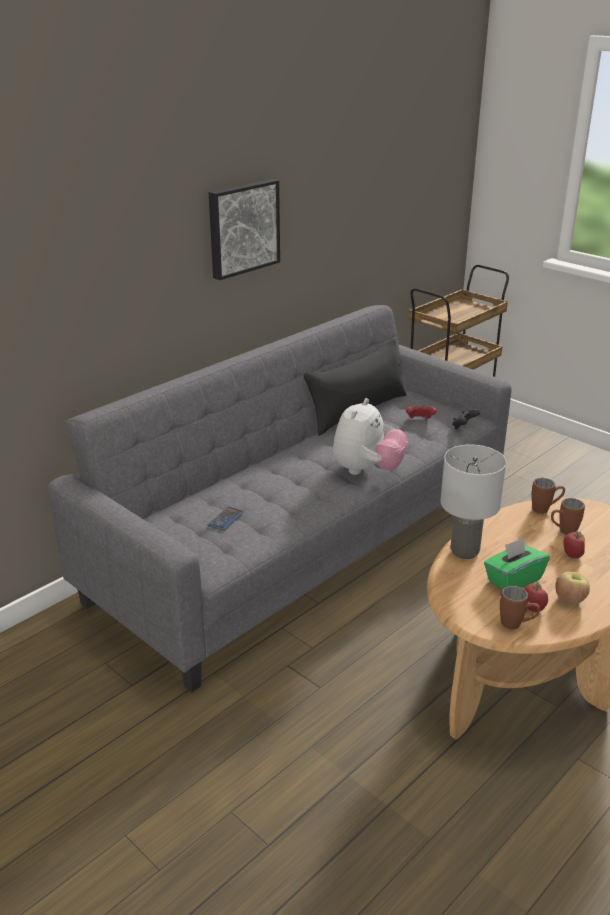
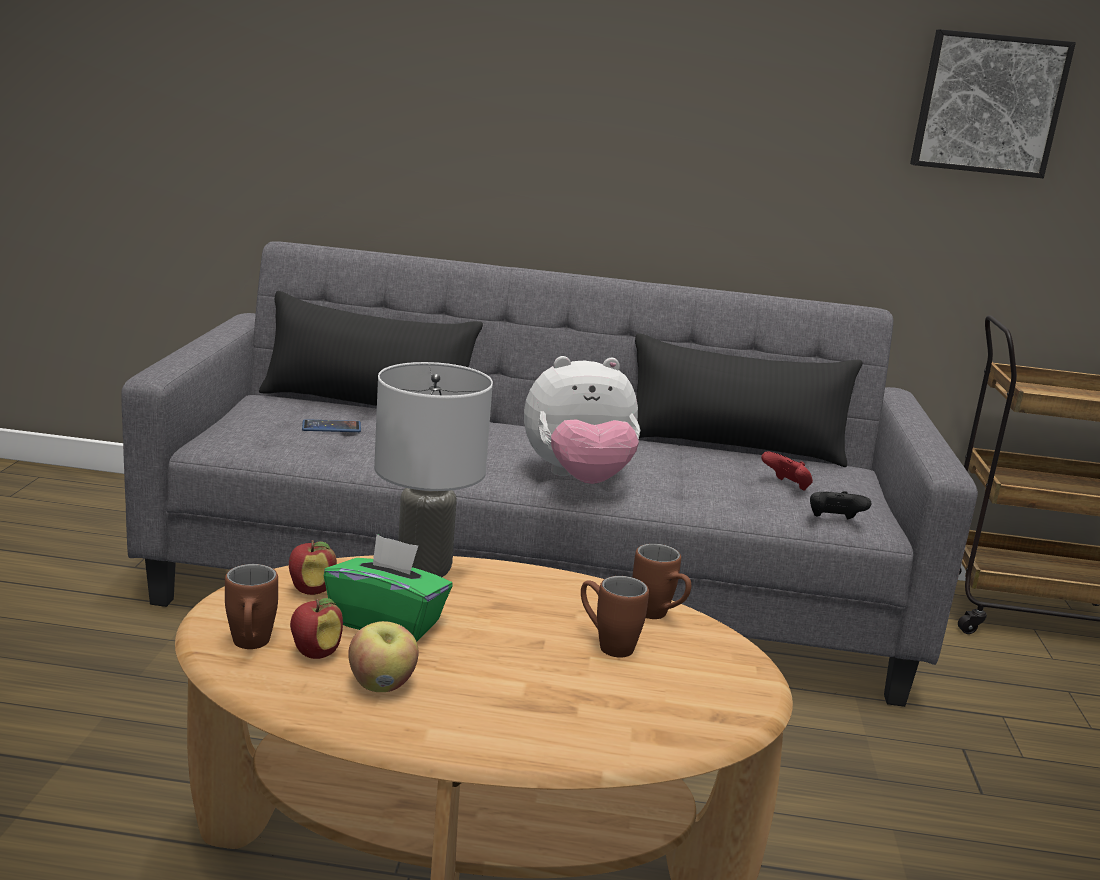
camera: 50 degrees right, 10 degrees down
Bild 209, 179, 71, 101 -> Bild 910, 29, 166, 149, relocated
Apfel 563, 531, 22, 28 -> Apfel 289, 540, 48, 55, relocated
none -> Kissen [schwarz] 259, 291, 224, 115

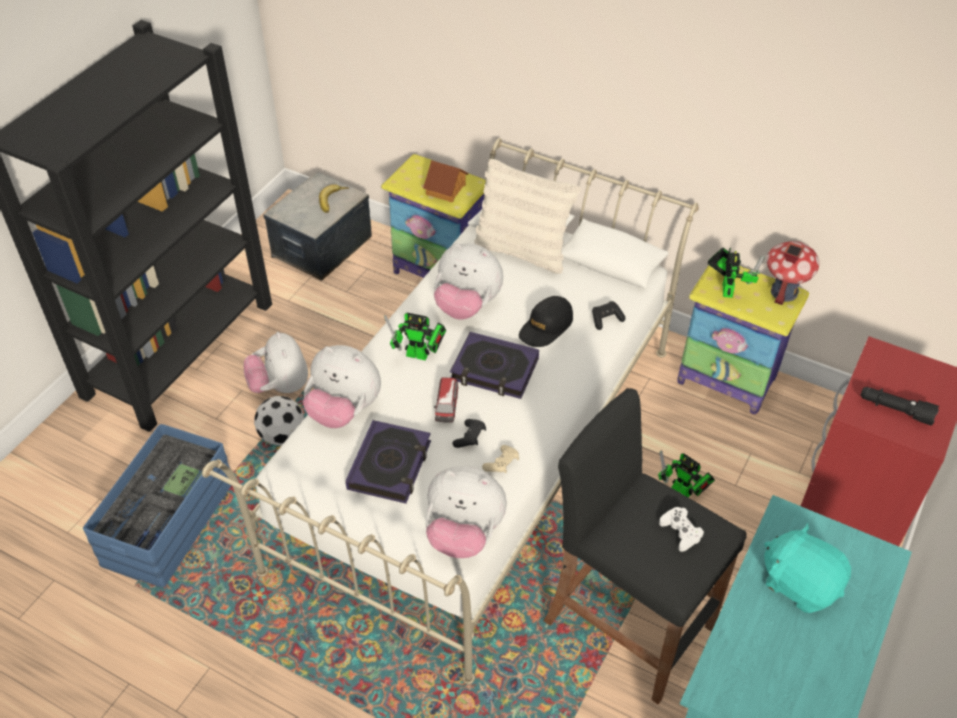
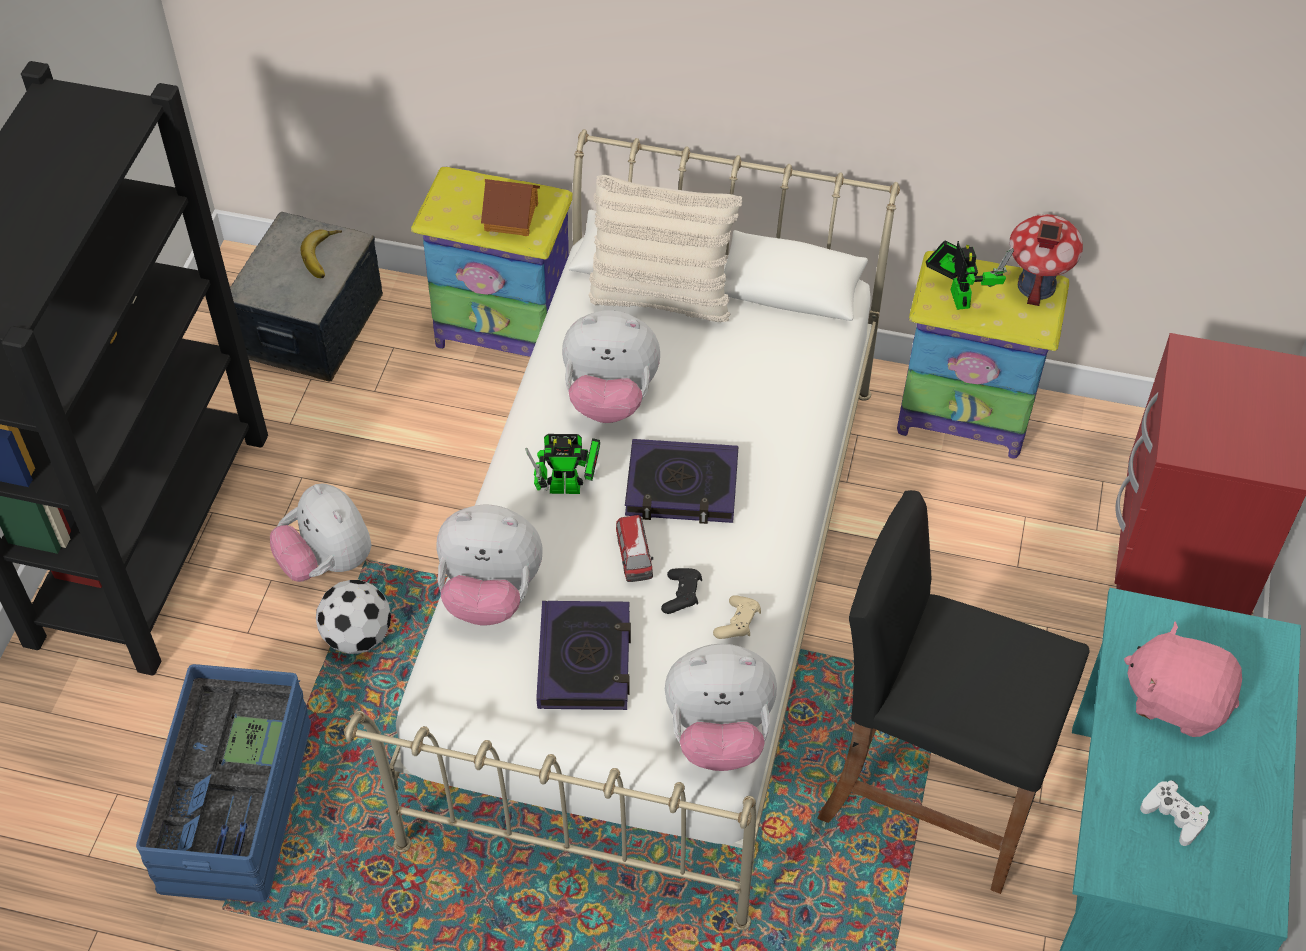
camera: 15 degrees left, 5 degrees up
Kappe [schwarz] 519, 296, 54, 51 -> none
Gamepad [schwarz] 592, 301, 33, 29 -> none
Taschenlampe [schwarz] 860, 387, 79, 38 -> none
Spielzeugroboter 658, 450, 57, 47 -> none
Gamepad [weiß] 659, 507, 45, 45 -> Gamepad [weiß] 1140, 780, 70, 66, relocated
Plüschtier [türkis] 764, 523, 87, 90 -> Plüschtier [rosa] 1124, 621, 118, 116

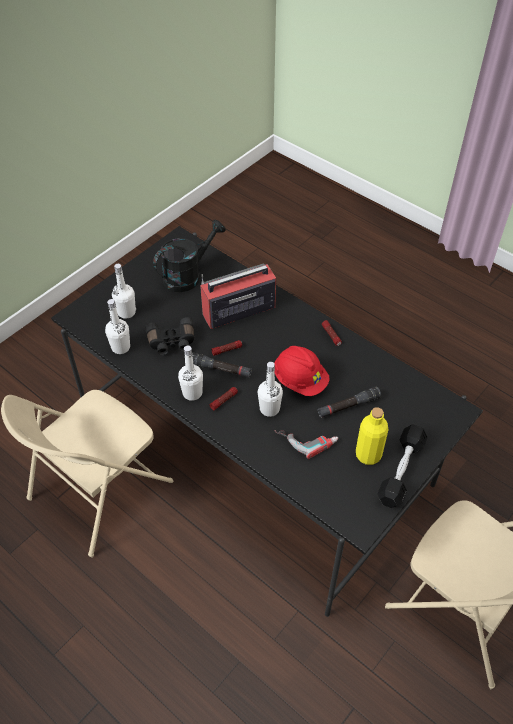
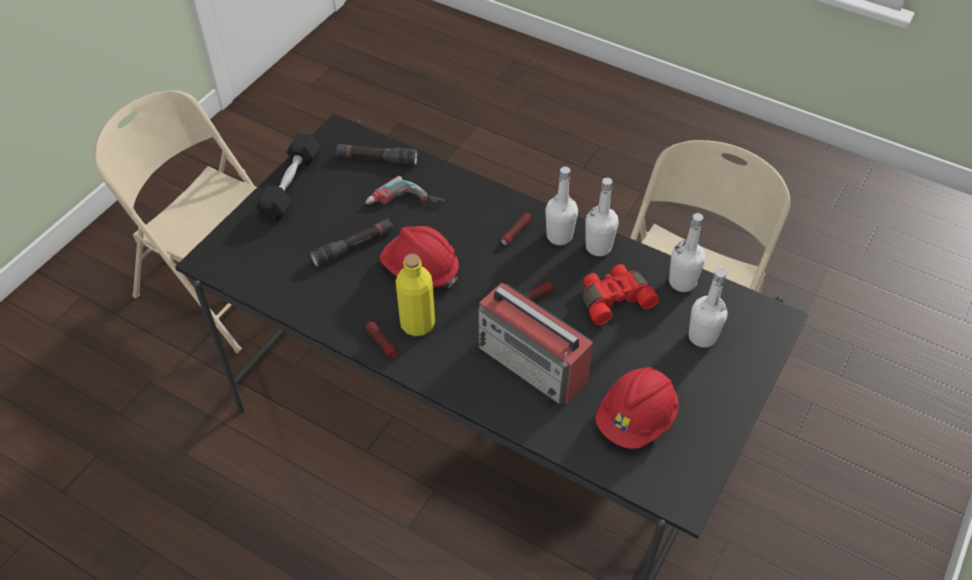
camera: 170 degrees right, 0 degrees up
Gießkanne [schwarz] 153, 220, 73, 72 -> Schutzhelm [rot] 595, 367, 83, 82
Radio 200, 264, 76, 65 -> Radio 478, 283, 115, 122, 75 degrees clockwise
Fernglas [schwarz] 145, 317, 49, 38 -> Fernglas [rot] 582, 264, 77, 61
Taschenlampe [schwarz] 192, 352, 60, 26 -> Taschenlampe [schwarz] 336, 144, 81, 21, relocated
Flasche [weiß] 258, 362, 25, 55 -> Flasche [weiß] 585, 177, 34, 79, relocated
Flasche [gelb] 356, 407, 32, 58 -> Flasche [gelb] 395, 254, 40, 82, relocated

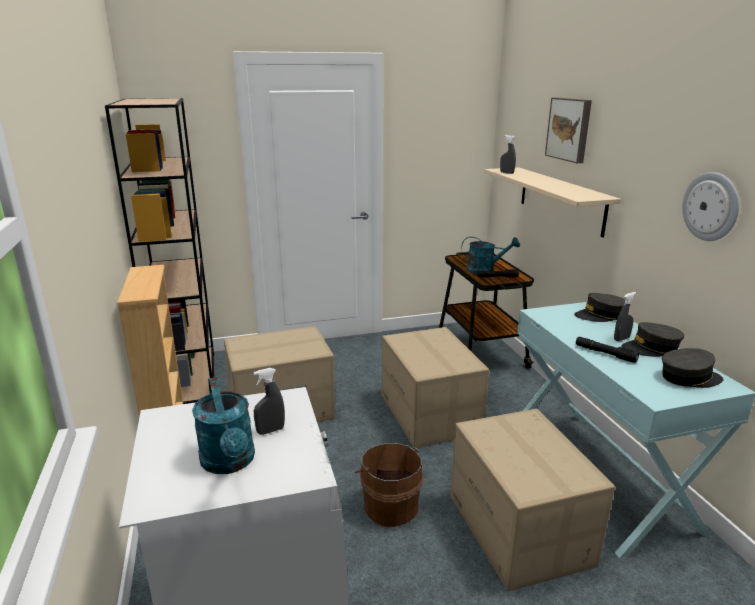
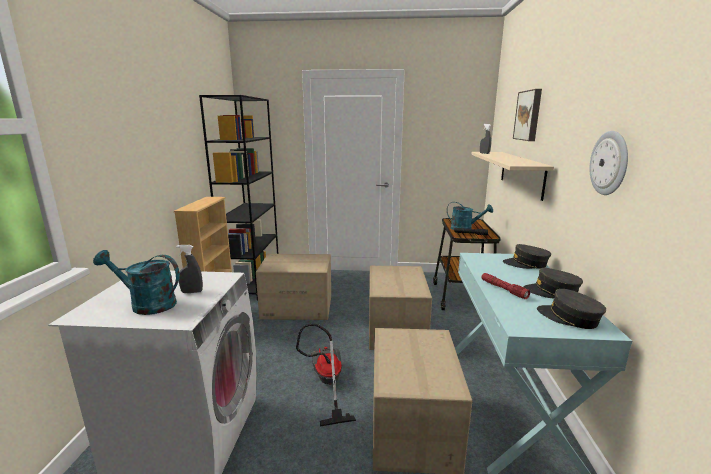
camera: 20 degrees right, 5 degrees down
Bücherregal [beige] 105, 98, 109, 306 -> Bücherregal [schwarz] 199, 95, 80, 206
Sprühflasche [grau] 614, 292, 22, 49 -> none
Taschenlampe [schwarz] 576, 337, 63, 26 -> Taschenlampe [rot] 481, 273, 49, 26
Kappe [grau] 662, 348, 61, 40 -> Kappe [grau] 537, 289, 69, 40, 150 degrees counterclockwise
Gießkanne [türkis] 192, 377, 63, 97 -> Gießkanne [türkis] 93, 250, 87, 65, 105 degrees clockwise
Eimer [braun] 355, 443, 68, 84 -> Staubsauger 296, 324, 60, 103

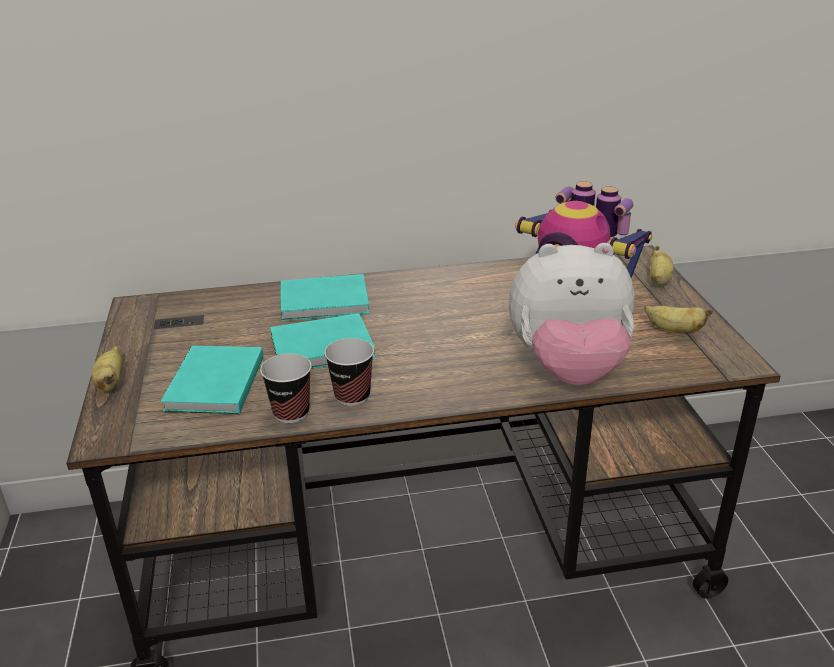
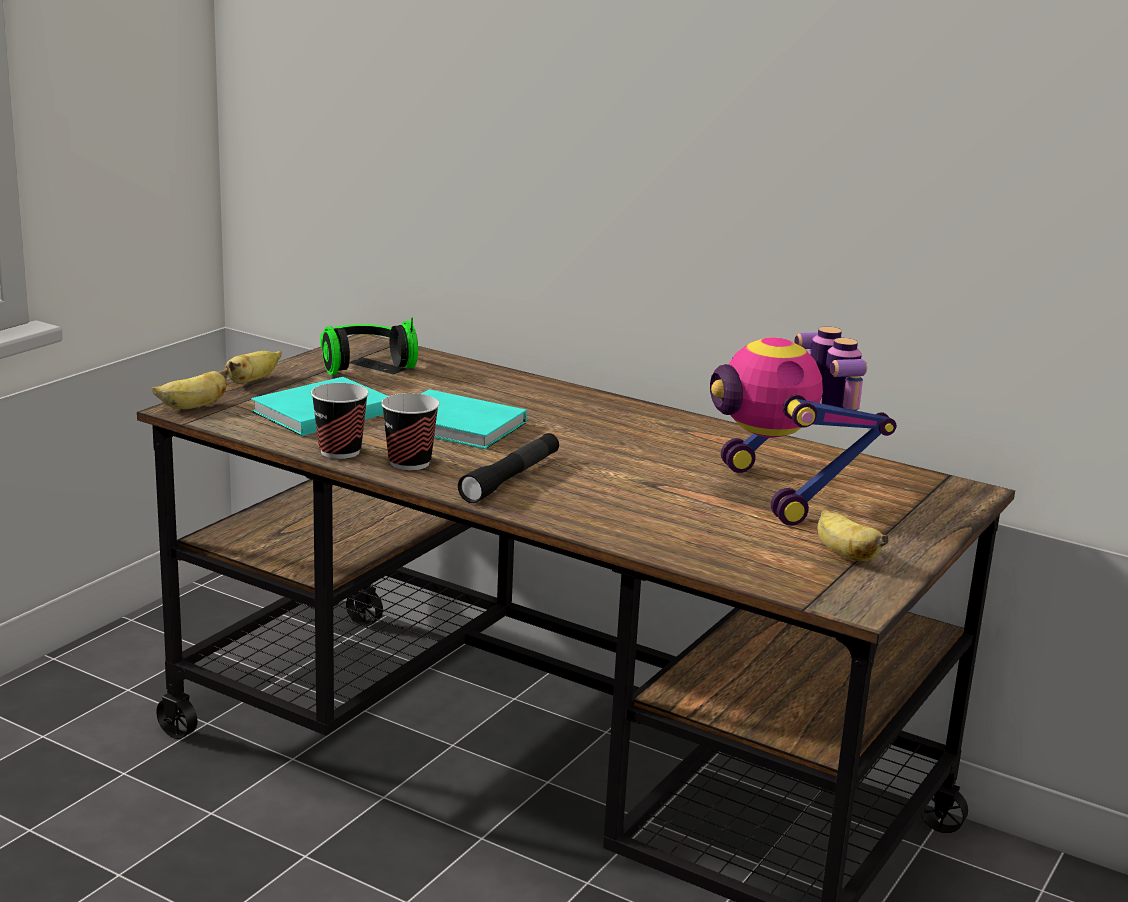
camera: 40 degrees right, 10 degrees down
Plüschtier 509, 243, 125, 142 -> none
Banane 650, 246, 23, 40 -> Banane 152, 368, 77, 41, relocated
Buch [türkis] 281, 274, 88, 47 -> none
none -> Kopfhörer 320, 317, 98, 58
none -> Taschenlampe [schwarz] 458, 433, 101, 70

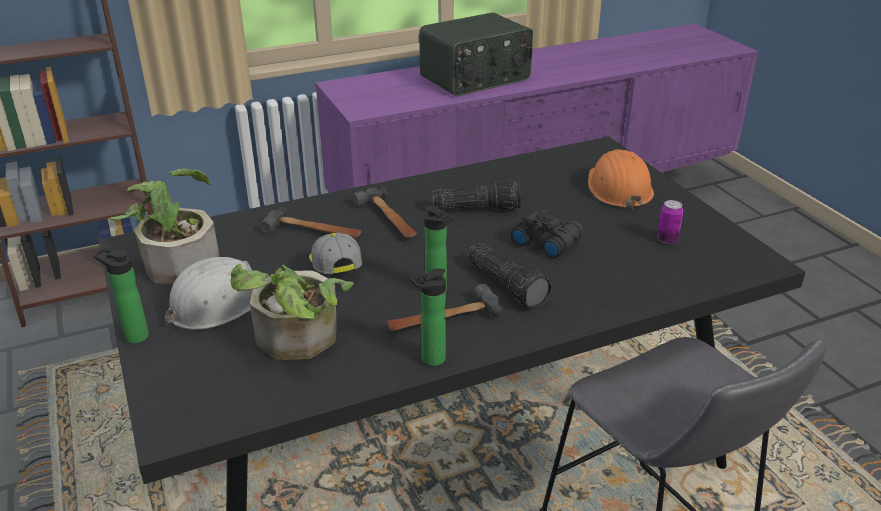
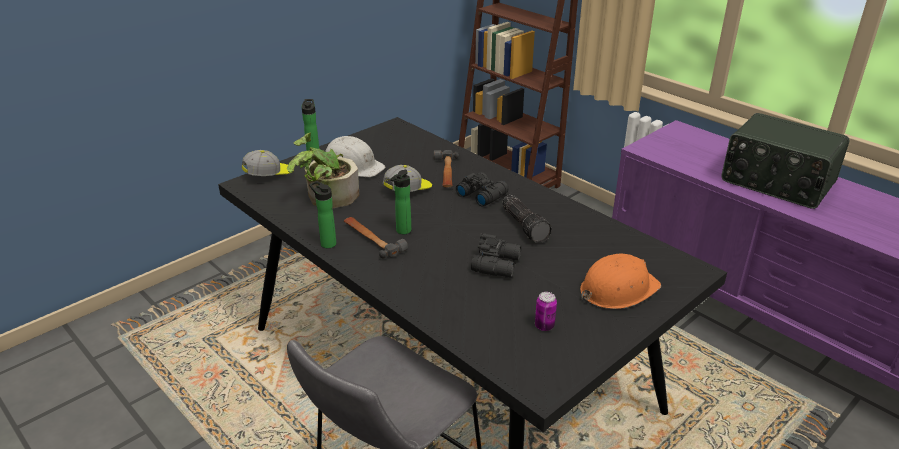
camera: 70 degrees right, 0 degrees up
Topfpflanze 109, 169, 111, 116 -> none
Hammer 353, 188, 64, 50 -> Fernglas [schwarz] 456, 172, 52, 34
Taschenlampe 469, 243, 83, 65 -> none
none -> Kappe 241, 150, 53, 26

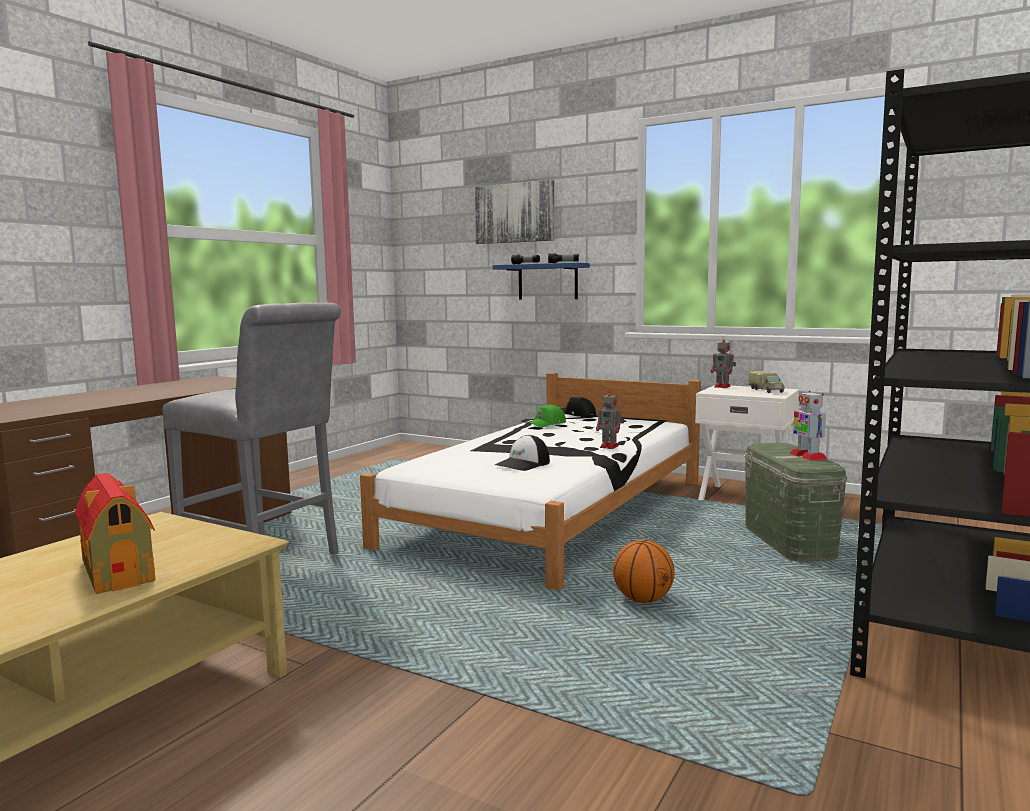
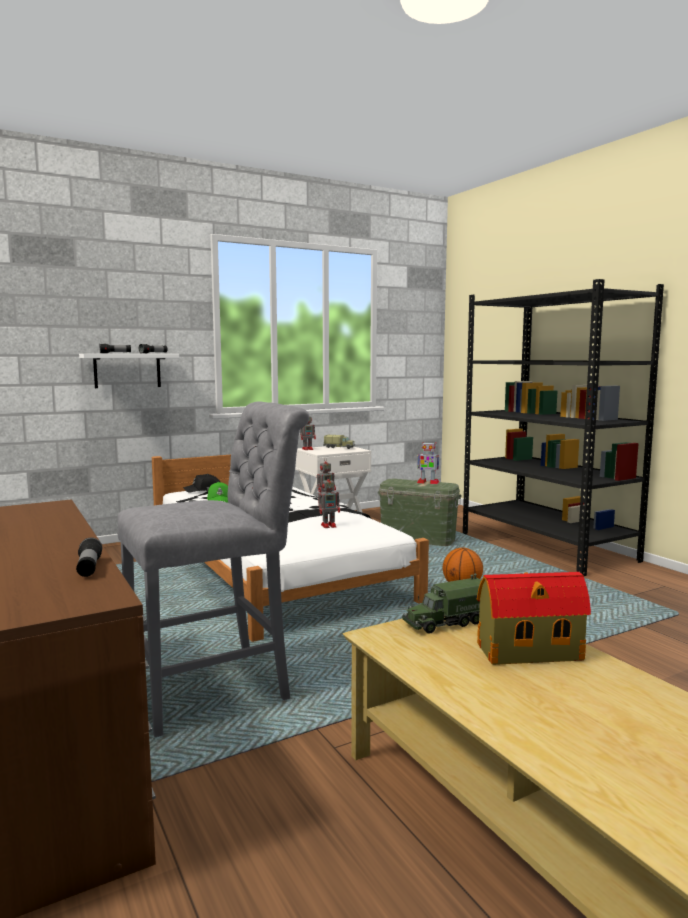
camera: 60 degrees left, 0 degrees up
Bild 475, 180, 80, 64 -> none
Wandregal [blau] 493, 262, 97, 38 -> Wandregal [weiß] 79, 354, 100, 34
Kappe 495, 435, 55, 36 -> Spielzeugroboter 318, 475, 22, 53
none -> Taschenlampe 76, 538, 26, 39
none -> Spielzeuglaster 402, 573, 79, 61

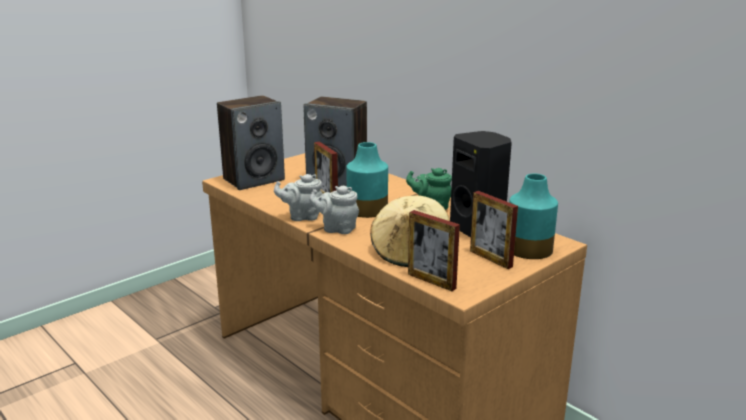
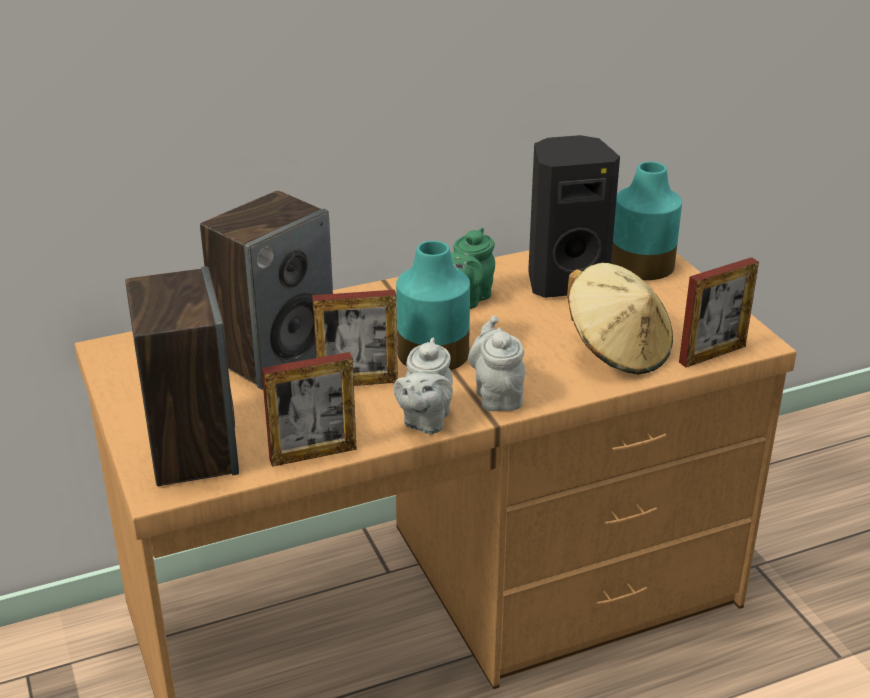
camera: 70 degrees left, 10 degrees up
Teekanne [grau] 309, 186, 50, 48 -> Teekanne [grau] 468, 316, 57, 95, 135 degrees clockwise
Bilderrahmen 470, 191, 48, 78 -> Bilderrahmen 261, 352, 96, 115, relocated

